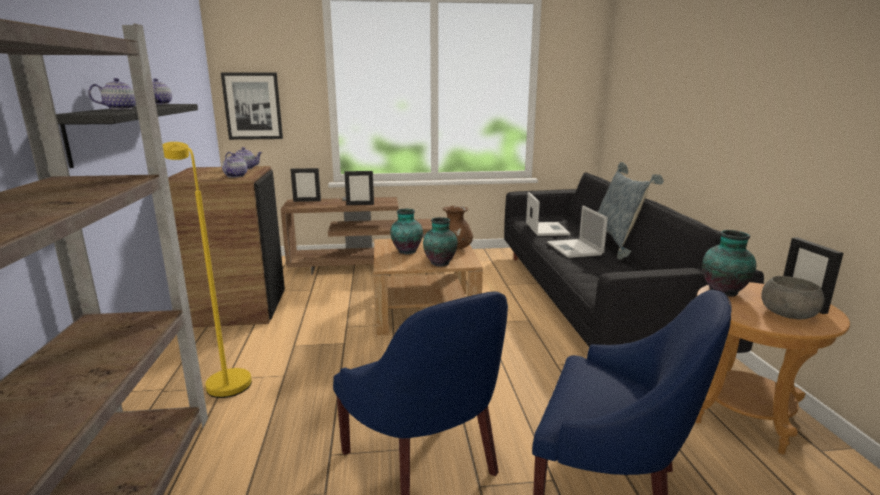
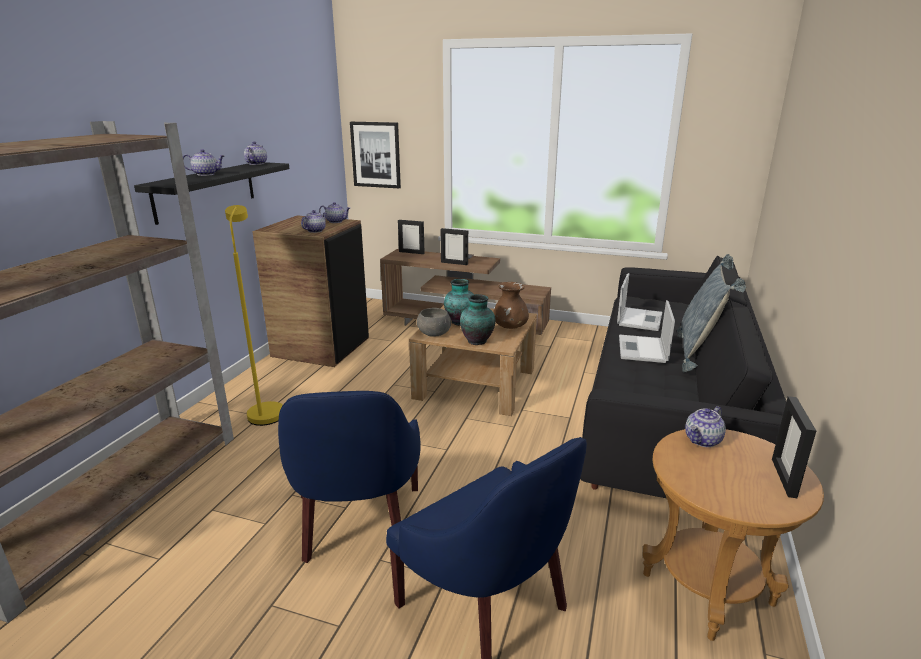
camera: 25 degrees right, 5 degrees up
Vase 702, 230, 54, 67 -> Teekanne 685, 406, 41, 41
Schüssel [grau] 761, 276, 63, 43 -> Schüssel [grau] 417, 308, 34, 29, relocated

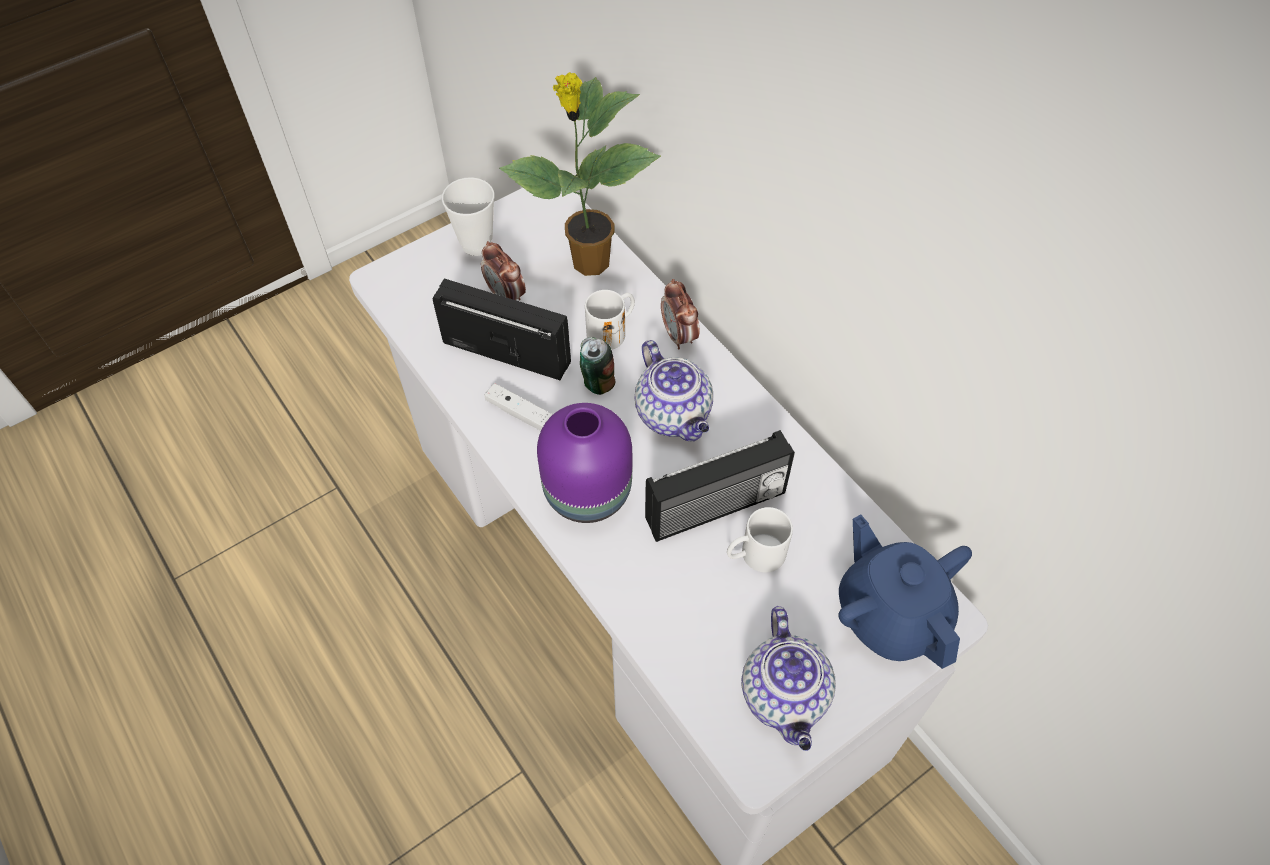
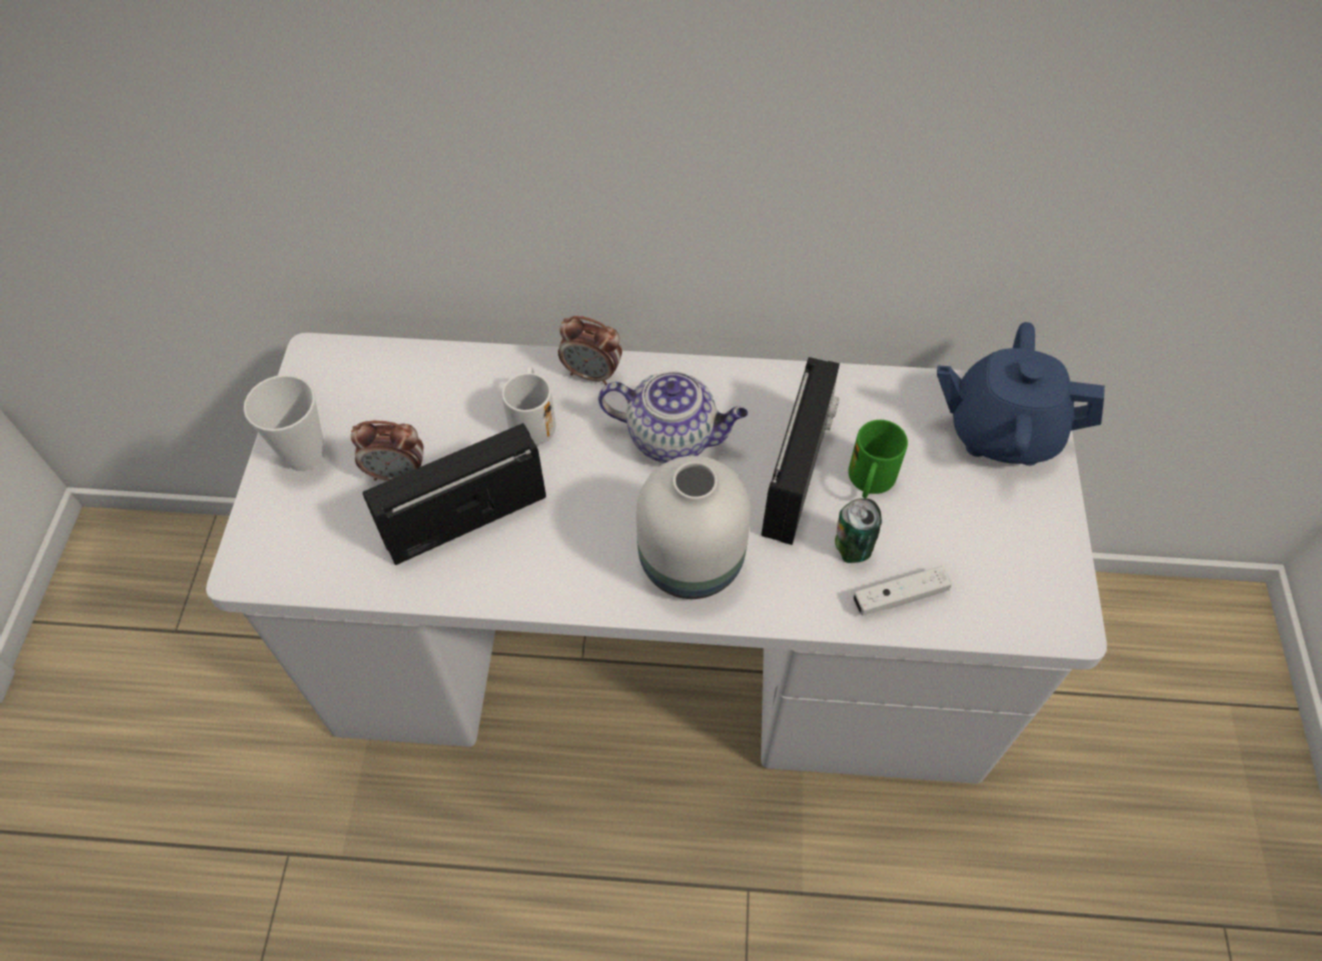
camera: 50 degrees left, 0 degrees up
Topfpflanze 499, 72, 162, 204 -> none
Dose 580, 337, 35, 58 -> Dose 835, 498, 47, 65, relocated
Gamepad [weiß] 485, 383, 68, 48 -> Gamepad [weiß] 853, 566, 99, 50, relocated
Vase [lila] 537, 403, 95, 120 -> Vase [weiß] 636, 456, 115, 143
Henkelbecher [weiß] 727, 507, 66, 65 -> Henkelbecher [grün] 848, 420, 60, 78
Teekanne 742, 606, 94, 145 -> none

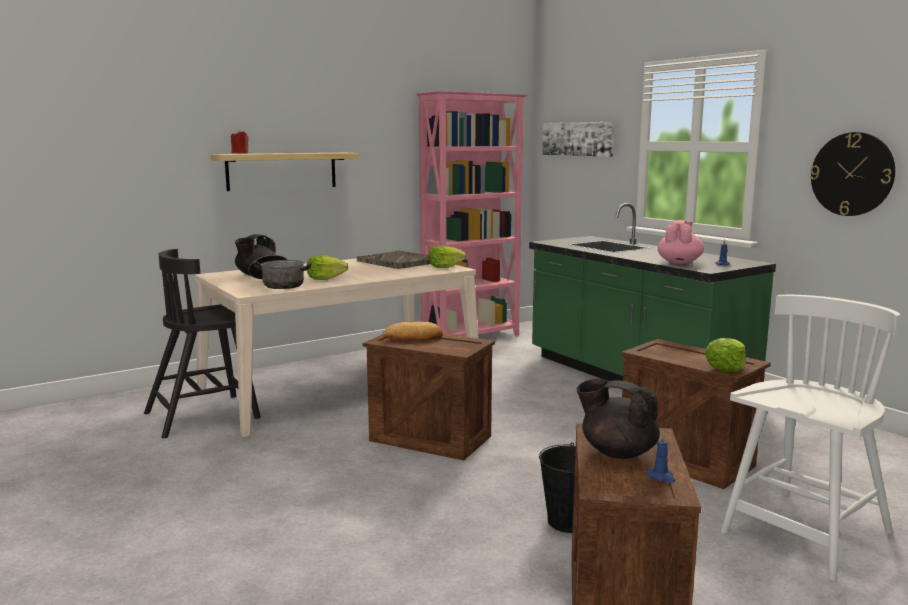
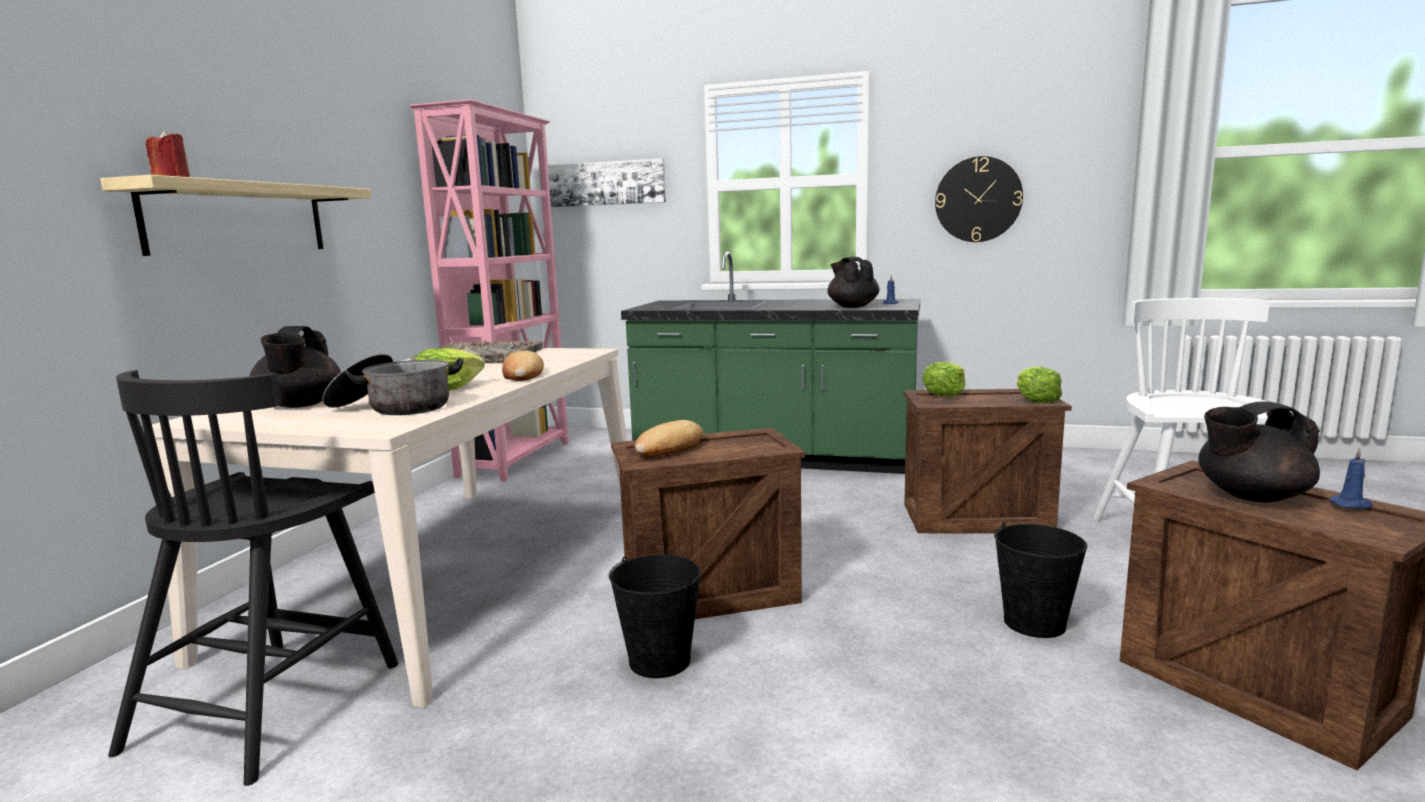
camera: 40 degrees left, 0 degrees up
Teekanne [rosa] 658, 220, 46, 44 -> Teekanne [schwarz] 827, 257, 53, 51
Salatkopf 428, 245, 38, 23 -> Salatkopf 922, 362, 44, 34, relocated
none -> Brot 502, 350, 42, 31
none -> Eimer [schwarz] 609, 554, 92, 124

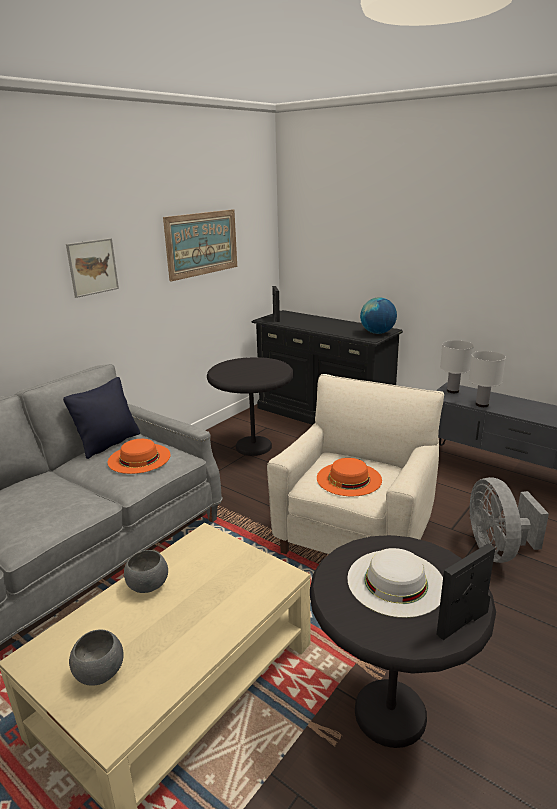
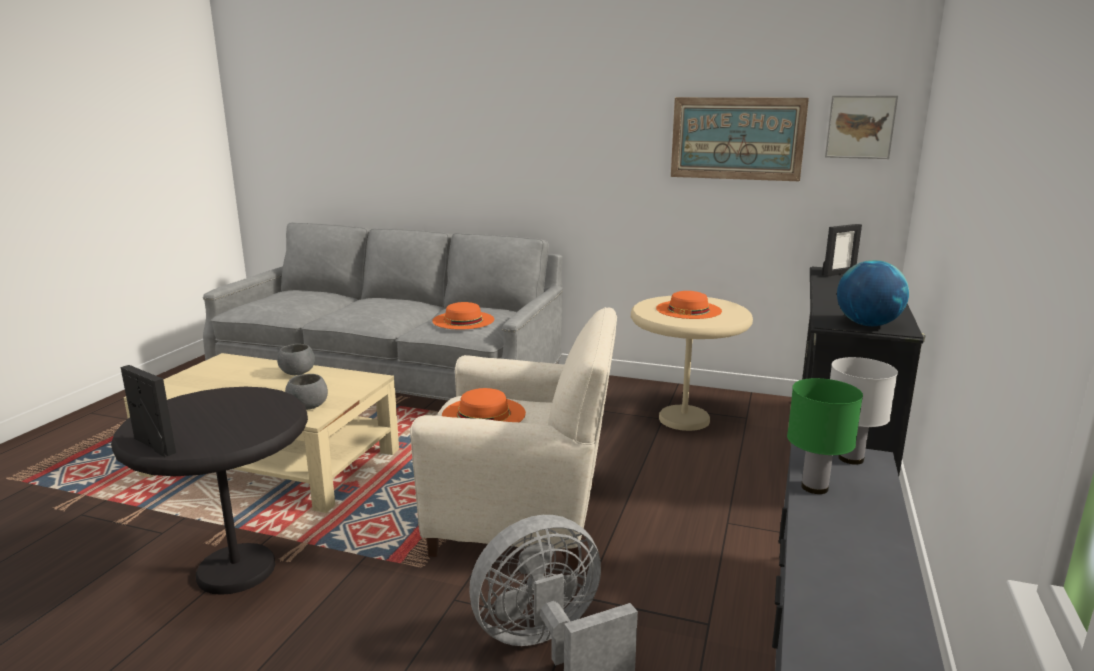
camera: 70 degrees right, 5 degrees down
Bild 66, 238, 53, 60 -> Bild 825, 95, 73, 64, relocated
Tischlampe [weiß] 469, 351, 37, 56 -> Tischlampe [grün] 787, 378, 76, 116
Beistelltisch [schwarz] 207, 357, 86, 99 -> Beistelltisch [beige] 631, 296, 122, 135
Kissen [schwarz] 63, 377, 77, 82 -> none
Hut [weiß] 347, 548, 96, 70 -> none
Schüssel [grau] 69, 629, 55, 57 -> Schüssel [grau] 285, 374, 43, 36, relocated
none -> Hut [orange] 656, 291, 66, 28

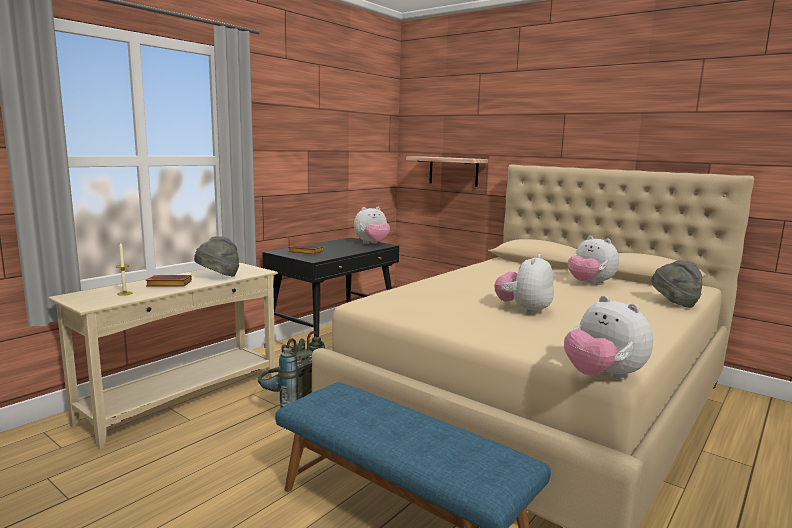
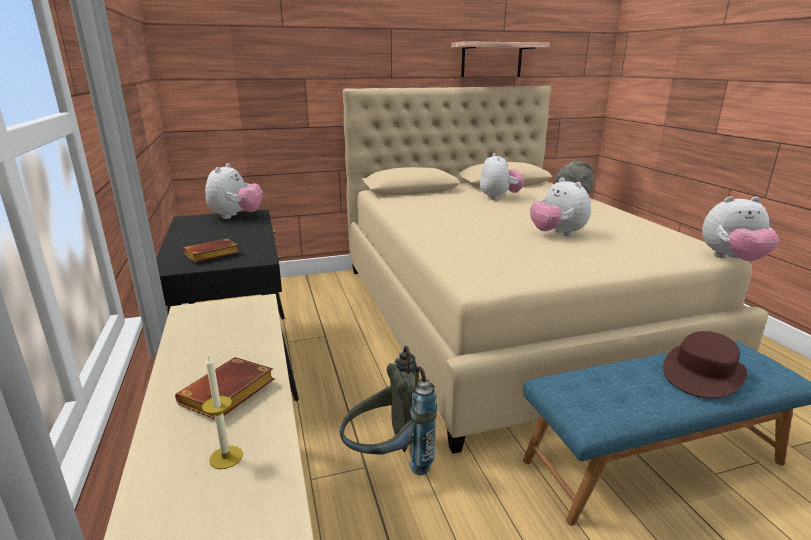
camera: 55 degrees left, 10 degrees up
Wandregal 406, 156, 82, 31 -> Wandregal 451, 41, 99, 36, relocated
Hut [grau] 194, 236, 45, 41 -> none
Plüschtier 568, 236, 51, 49 -> Plüschtier 480, 153, 44, 47, 90 degrees counterclockwise
none -> Hut [braun] 663, 331, 84, 68

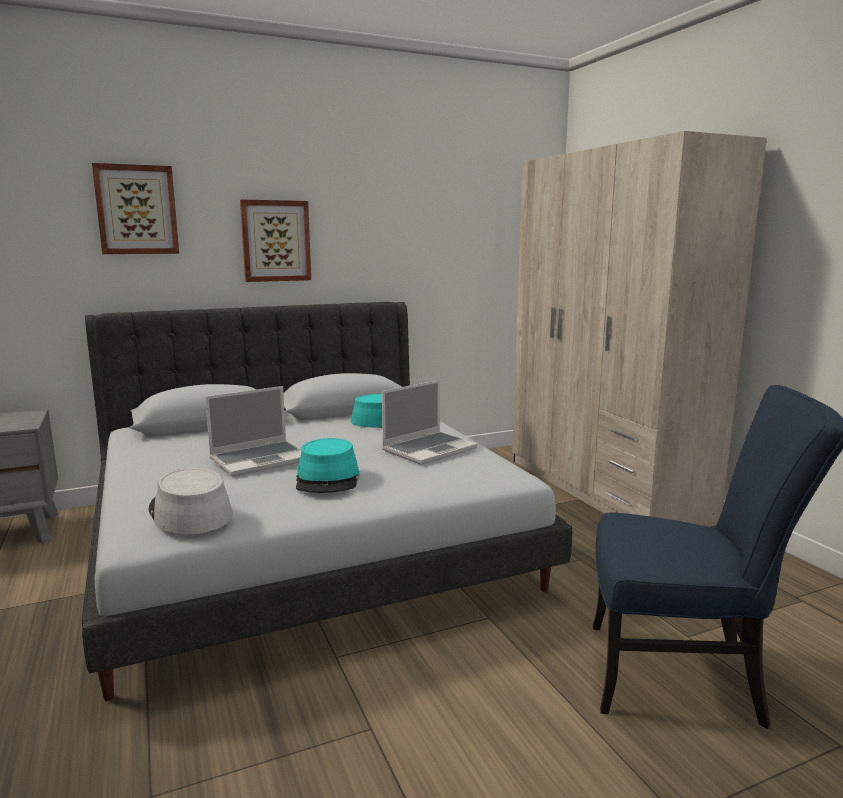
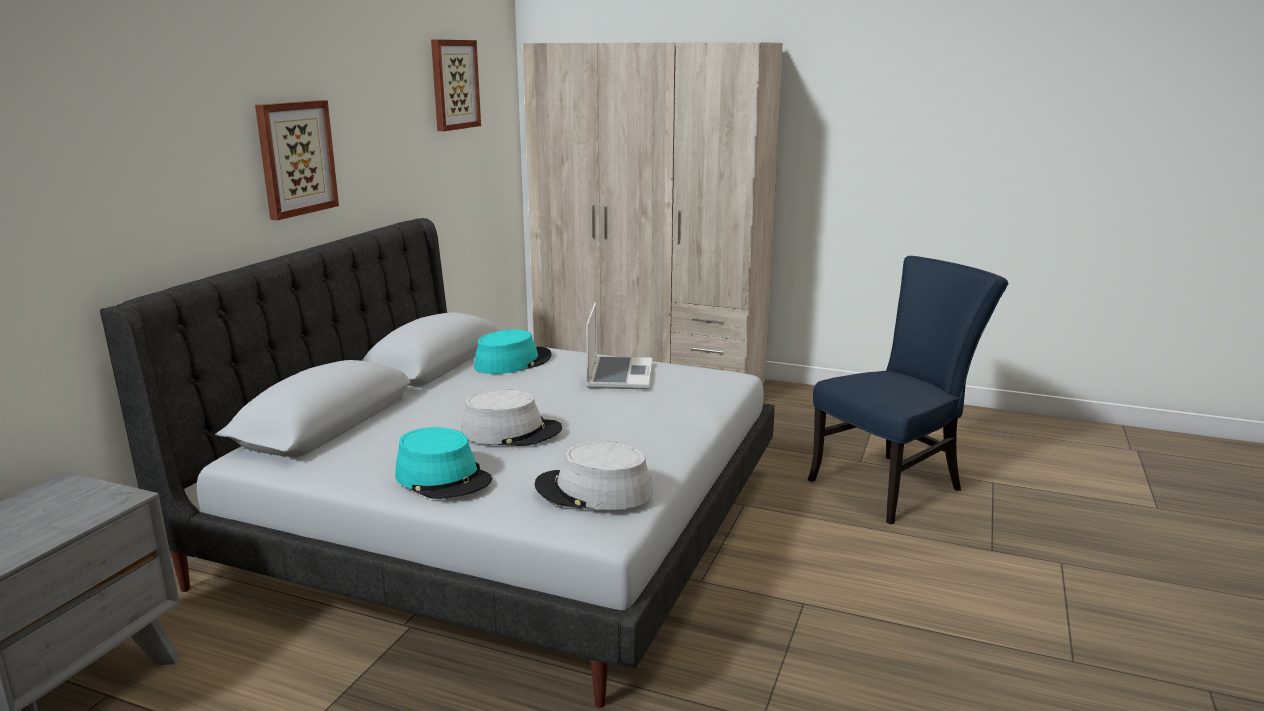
camera: 45 degrees left, 5 degrees up
Bild 92, 163, 87, 91 -> Bild 431, 40, 50, 91, relocated
Laptop 205, 386, 96, 91 -> Hut [grau] 461, 389, 101, 57
Hut [türkis] 296, 438, 64, 55 -> Hut [türkis] 395, 427, 97, 72, relocated

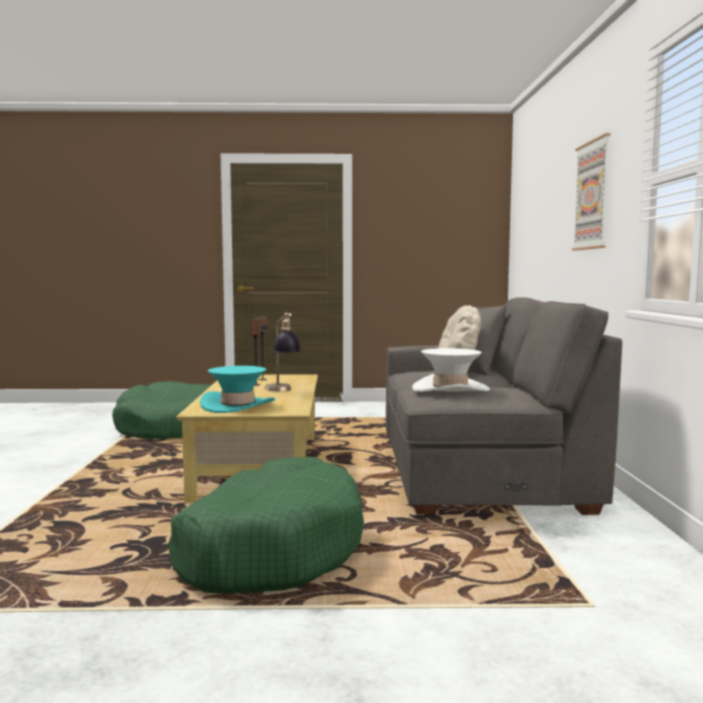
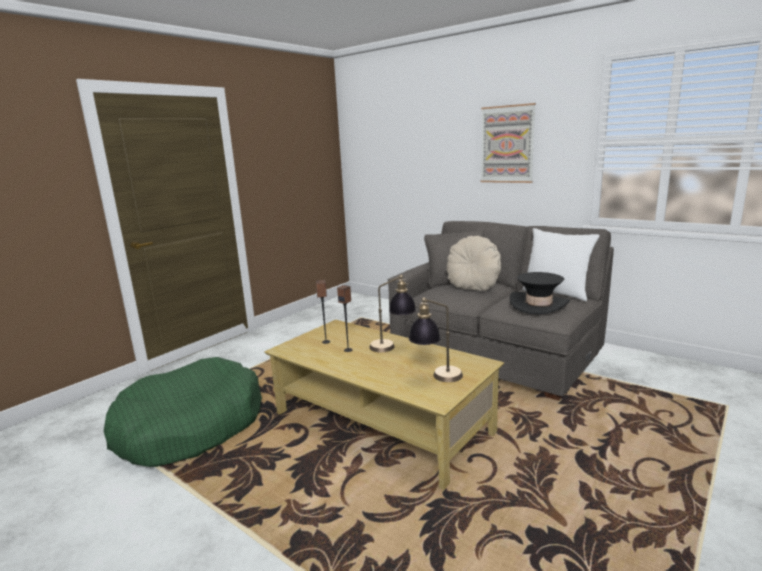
camera: 50 degrees left, 10 degrees up
Hut [weiß] 412, 348, 78, 44 -> Hut [schwarz] 510, 272, 60, 42
Hut [türkis] 200, 366, 75, 47 -> Tischlampe 409, 297, 54, 85
Hundebett [grün] 168, 457, 196, 137 -> none
none -> Kissen [weiß] 522, 228, 78, 73

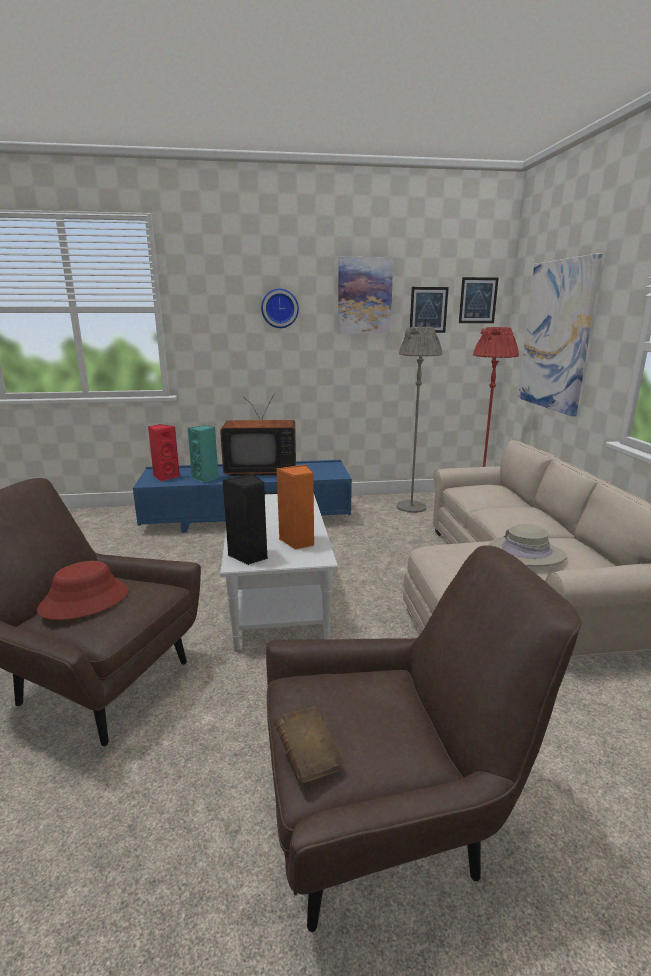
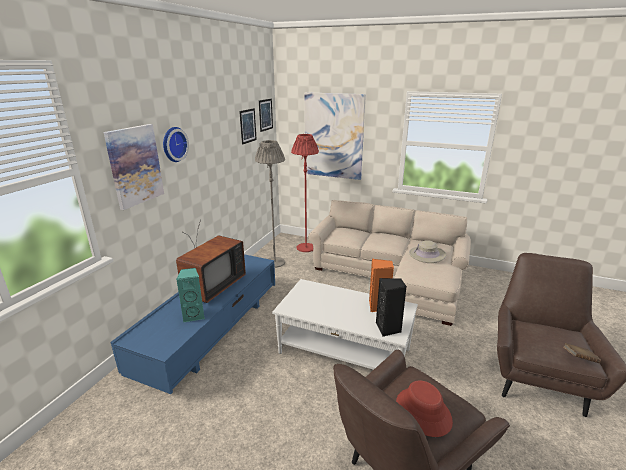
camera: 60 degrees left, 5 degrees up
Bild 338, 257, 55, 77 -> Bild 104, 124, 60, 86, relocated
Lautsprecher [rot] 148, 424, 32, 57 -> none

